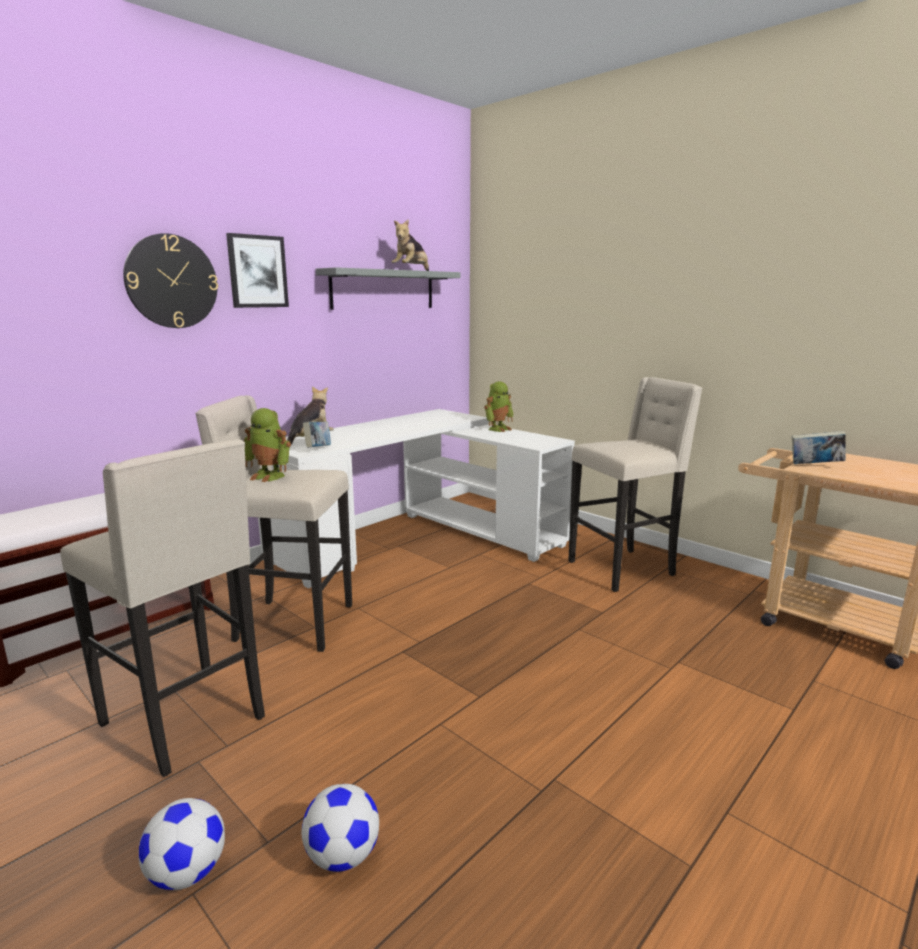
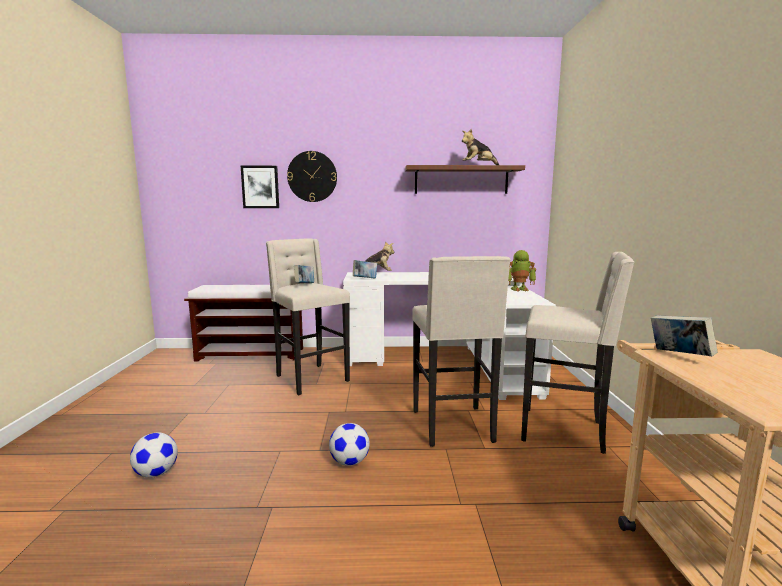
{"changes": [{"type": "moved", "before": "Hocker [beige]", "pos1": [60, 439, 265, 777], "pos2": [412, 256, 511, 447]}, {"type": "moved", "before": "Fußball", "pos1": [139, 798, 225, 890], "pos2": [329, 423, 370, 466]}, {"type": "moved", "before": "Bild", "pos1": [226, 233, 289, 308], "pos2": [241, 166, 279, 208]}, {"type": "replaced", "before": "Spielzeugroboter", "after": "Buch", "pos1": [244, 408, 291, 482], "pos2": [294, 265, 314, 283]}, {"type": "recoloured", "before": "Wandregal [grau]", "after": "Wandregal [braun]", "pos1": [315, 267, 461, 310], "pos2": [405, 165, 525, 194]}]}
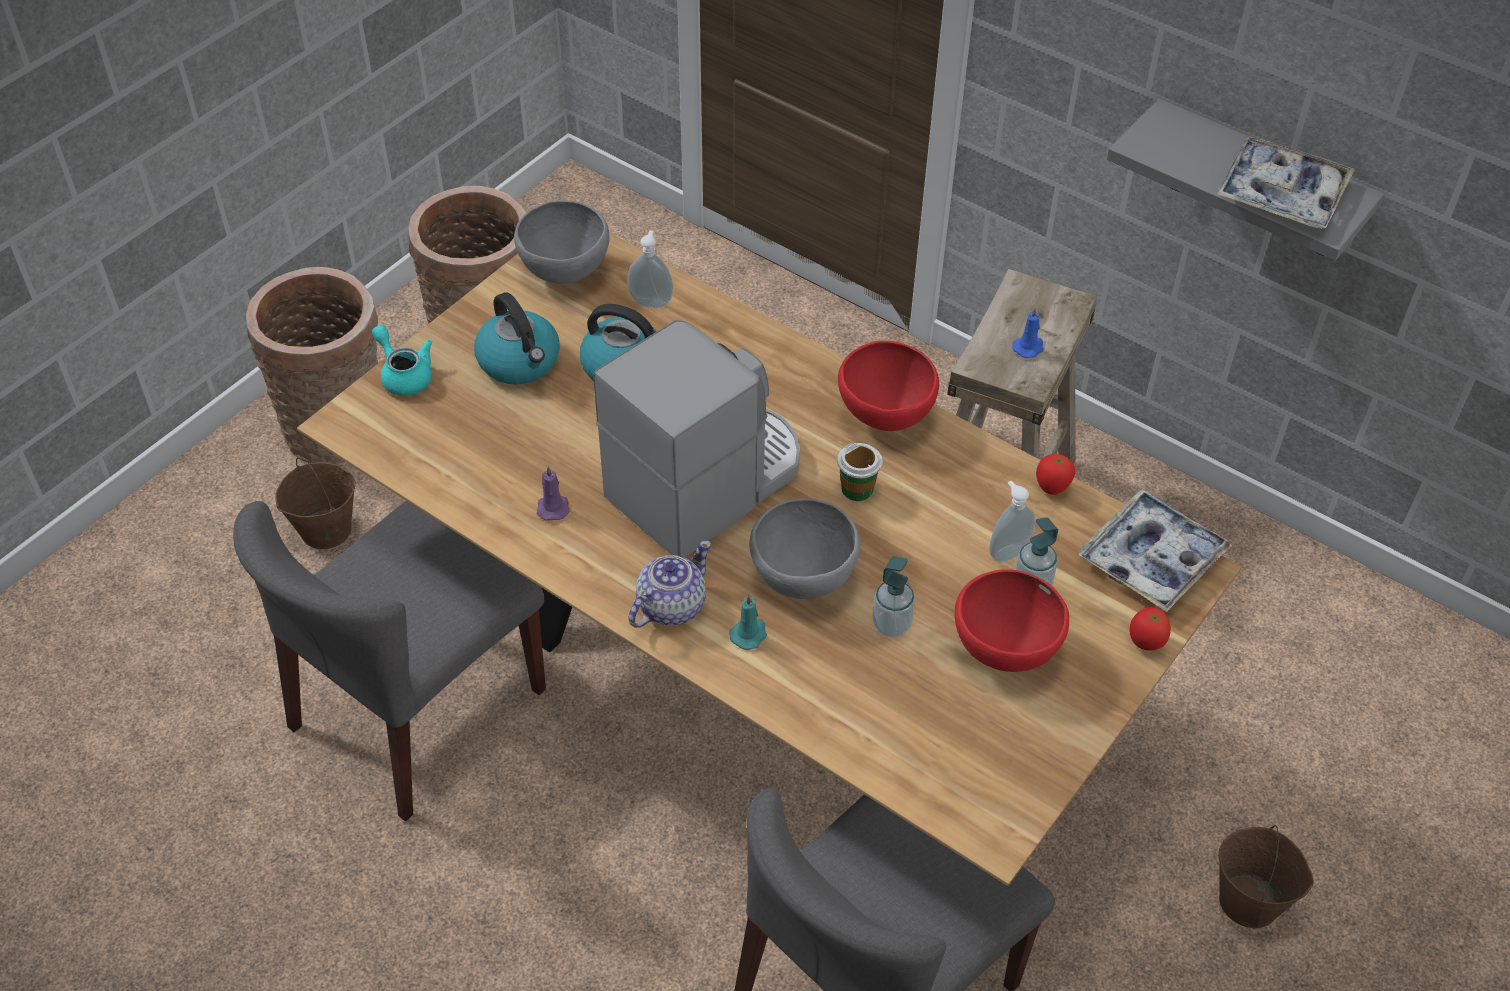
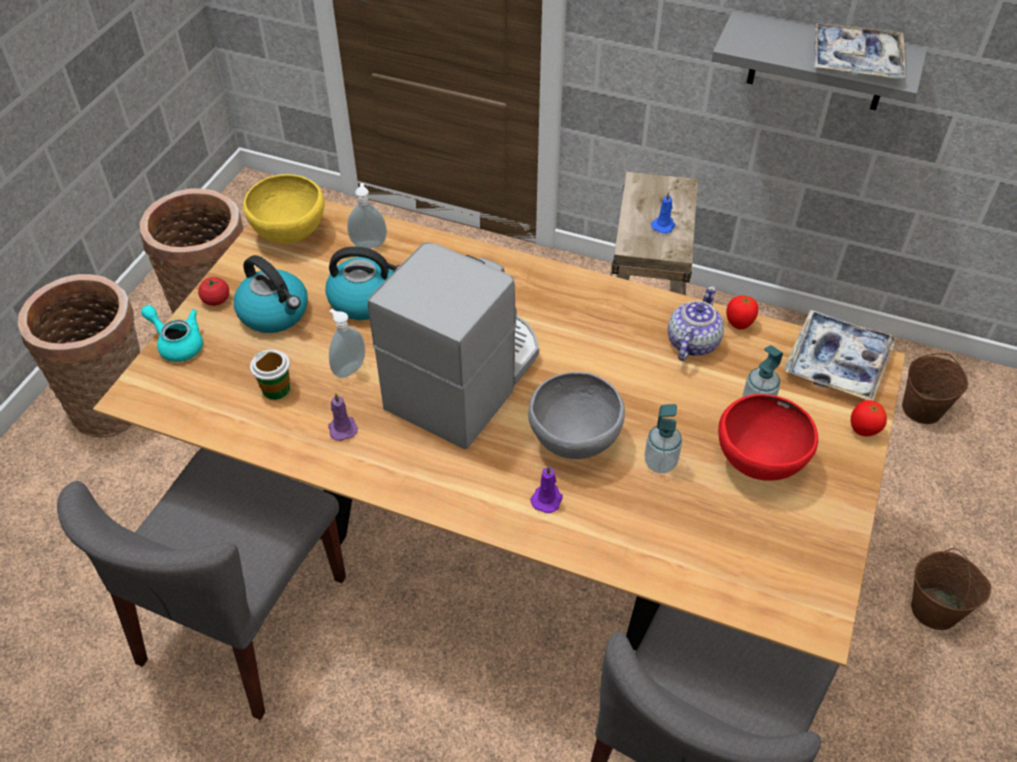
{"changes": [{"type": "removed", "before": "Schüssel [rot]", "pos1": [838, 341, 939, 431]}, {"type": "added", "after": "Tomate", "pos2": [198, 277, 229, 306]}, {"type": "moved", "before": "Eimer [braun]", "pos1": [275, 457, 356, 549], "pos2": [902, 353, 969, 424]}, {"type": "moved", "before": "Teekanne", "pos1": [628, 540, 711, 628], "pos2": [668, 286, 724, 361]}, {"type": "moved", "before": "Tasse", "pos1": [837, 443, 882, 501], "pos2": [250, 350, 290, 400]}, {"type": "moved", "before": "Seifenspender", "pos1": [989, 481, 1035, 562], "pos2": [329, 309, 365, 378]}, {"type": "recoloured", "before": "Schüssel [grau]", "after": "Schüssel [gelb]", "pos1": [514, 200, 610, 284], "pos2": [243, 174, 325, 244]}, {"type": "recoloured", "before": "Kerze [türkis]", "after": "Kerze [lila]", "pos1": [729, 594, 767, 650], "pos2": [530, 465, 563, 513]}]}
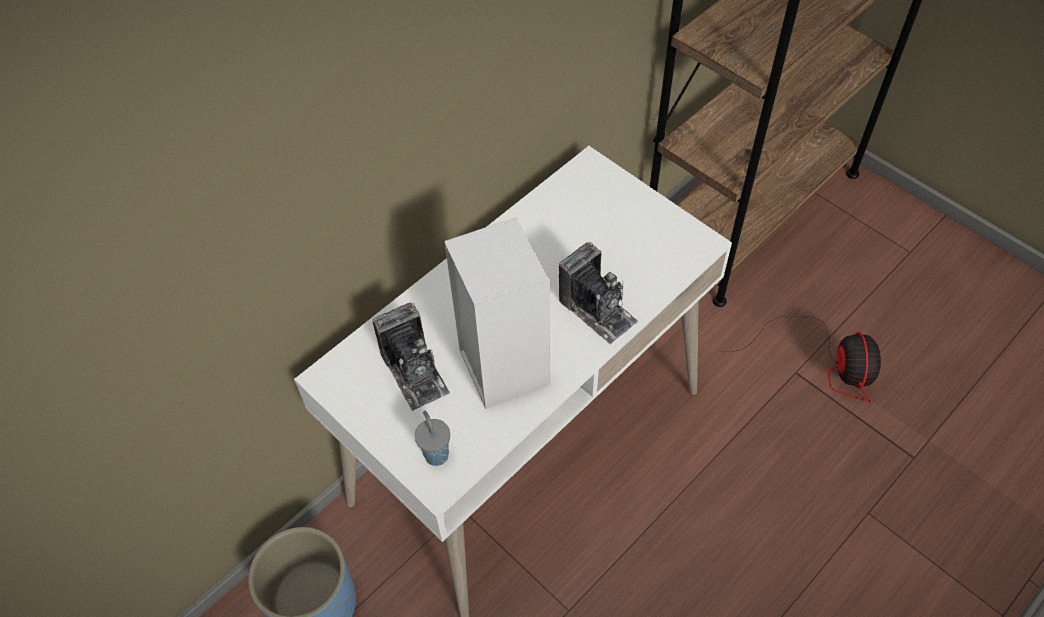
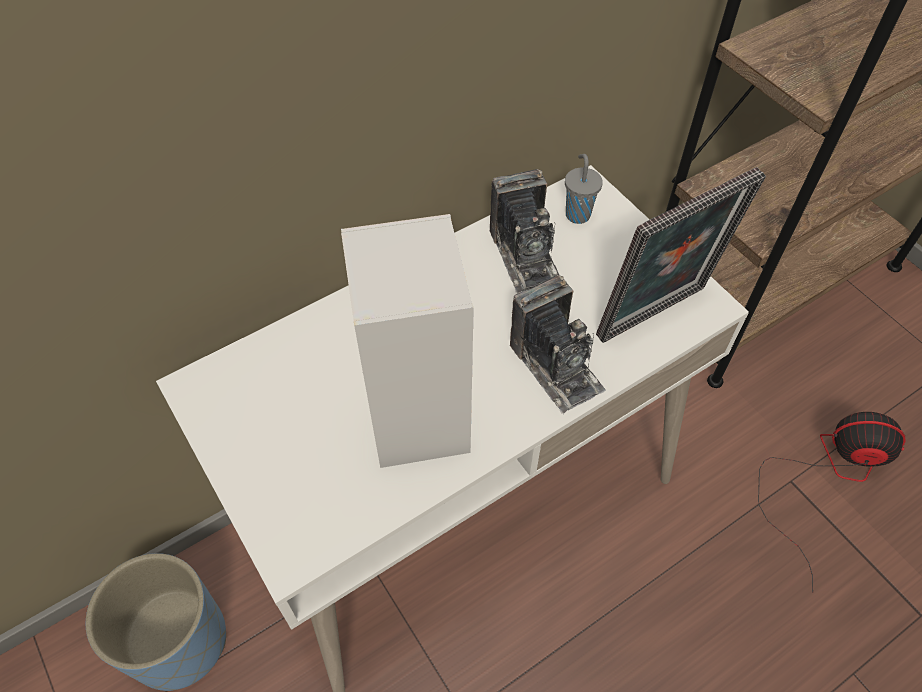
{"changes": [{"type": "added", "after": "Bilderrahmen", "pos2": [596, 167, 766, 343]}, {"type": "moved", "before": "Kamera", "pos1": [373, 302, 450, 411], "pos2": [490, 169, 560, 293]}, {"type": "moved", "before": "Tasse [grau]", "pos1": [415, 411, 450, 466], "pos2": [565, 154, 603, 224]}, {"type": "turned", "before": "Ventilator", "pos1": [719, 316, 881, 402], "pos2": [758, 412, 906, 593], "turn": -90}]}
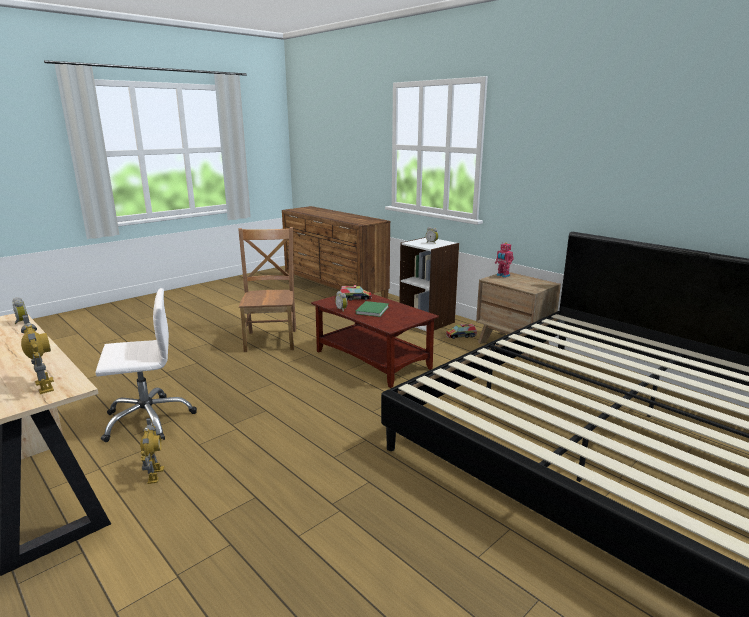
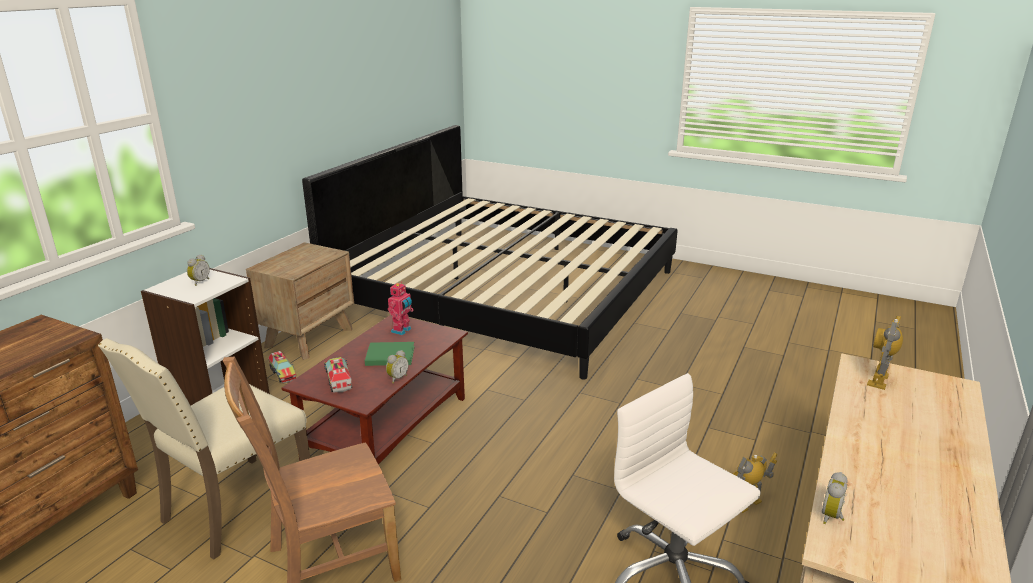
{"changes": [{"type": "added", "after": "Stuhl [beige]", "pos2": [98, 338, 310, 560]}, {"type": "moved", "before": "Spielzeugroboter", "pos1": [495, 242, 514, 278], "pos2": [388, 282, 413, 335]}]}
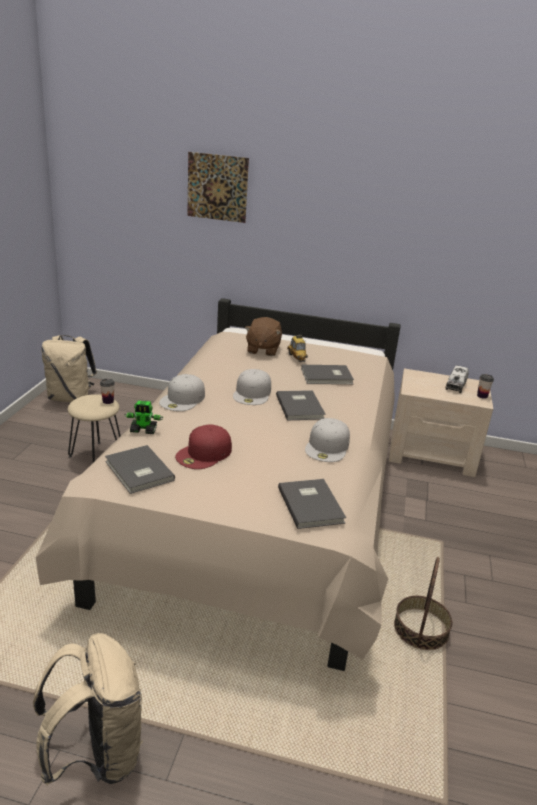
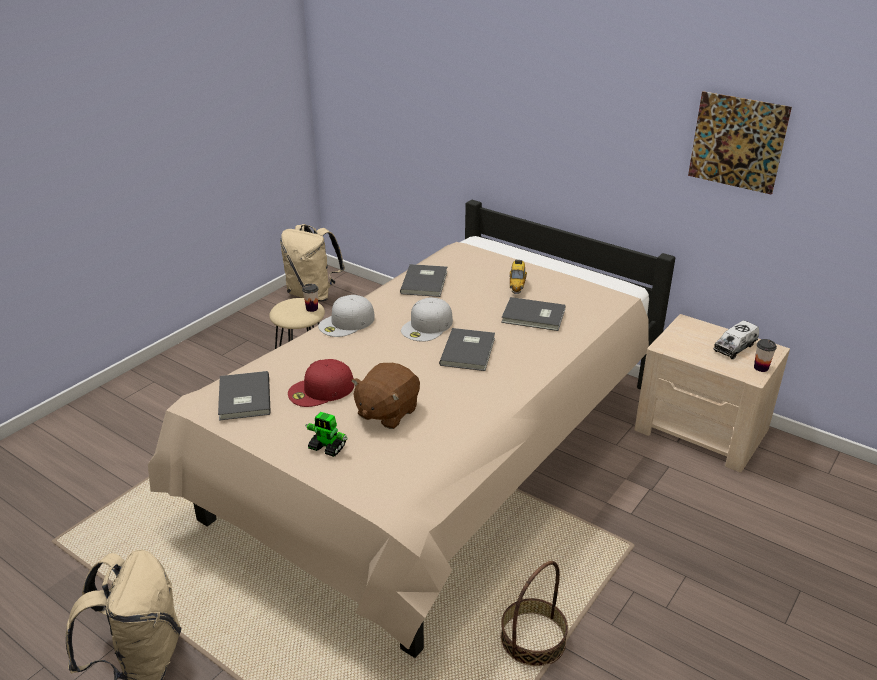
{"changes": [{"type": "removed", "before": "Kappe [weiß]", "pos1": [305, 418, 350, 462]}, {"type": "moved", "before": "Spielzeugroboter", "pos1": [124, 401, 163, 434], "pos2": [306, 412, 348, 457]}, {"type": "moved", "before": "Bild", "pos1": [187, 152, 249, 223], "pos2": [688, 91, 792, 195]}, {"type": "moved", "before": "Plüschtier [braun]", "pos1": [245, 317, 282, 356], "pos2": [351, 363, 420, 429]}, {"type": "moved", "before": "Buch [grau]", "pos1": [278, 479, 346, 529], "pos2": [400, 264, 447, 297]}]}
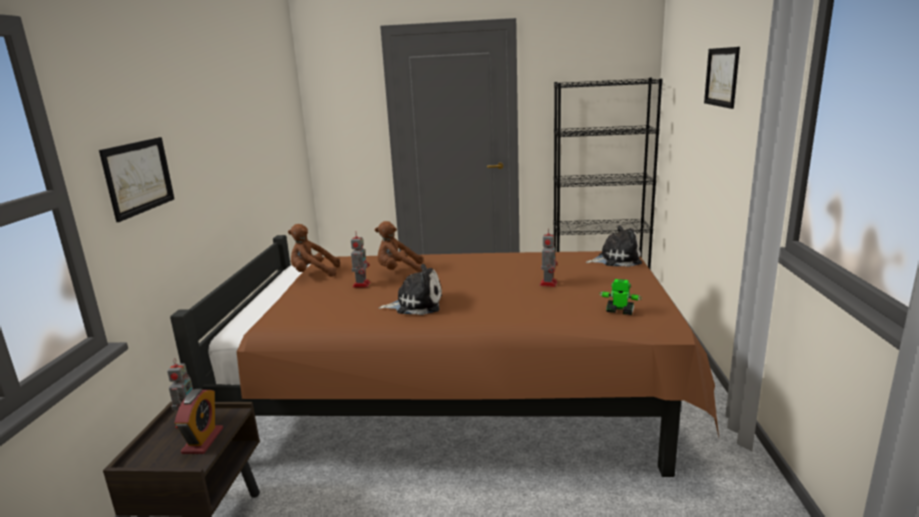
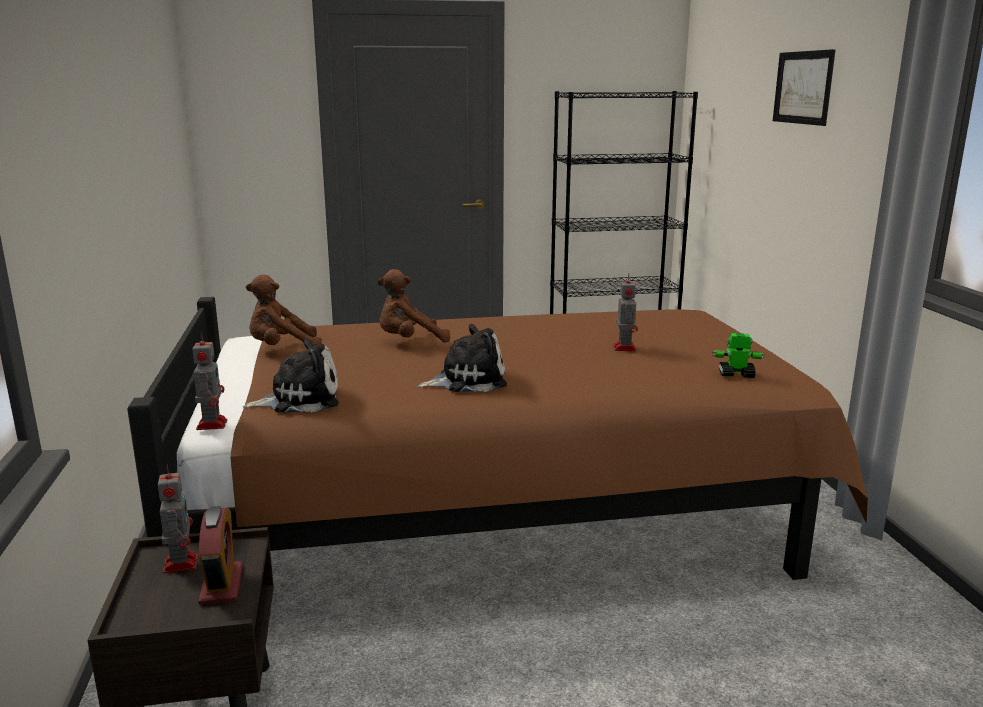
{"changes": [{"type": "removed", "before": "Bild", "pos1": [99, 137, 174, 222]}, {"type": "moved", "before": "Spielzeugroboter", "pos1": [351, 232, 370, 287], "pos2": [192, 333, 227, 430]}, {"type": "moved", "before": "Plüschtier", "pos1": [586, 226, 642, 267], "pos2": [243, 339, 339, 412]}]}
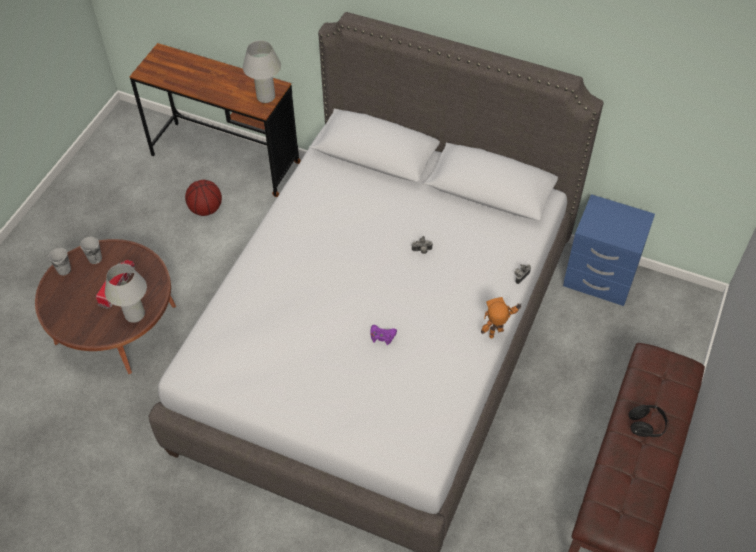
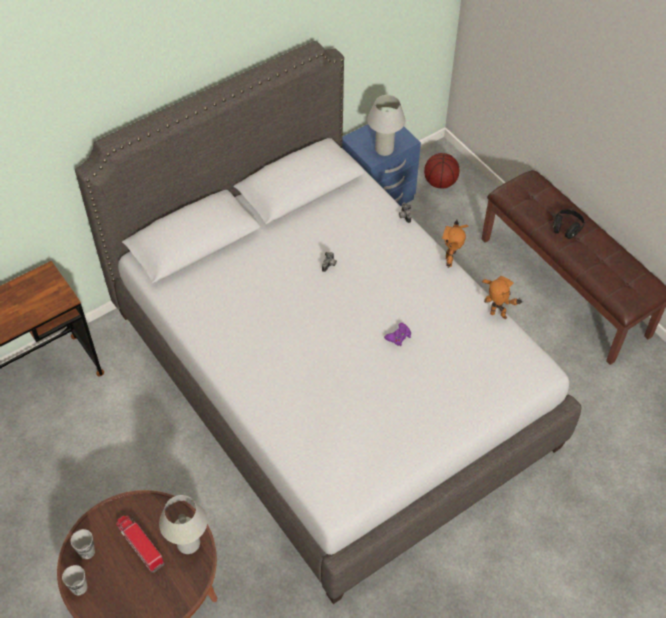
{"changes": [{"type": "added", "after": "Spielzeugroboter", "pos2": [482, 276, 522, 319]}, {"type": "moved", "before": "Basketball", "pos1": [185, 180, 222, 216], "pos2": [424, 153, 459, 189]}, {"type": "moved", "before": "Tischlampe [weiß]", "pos1": [243, 40, 281, 103], "pos2": [367, 95, 405, 156]}]}
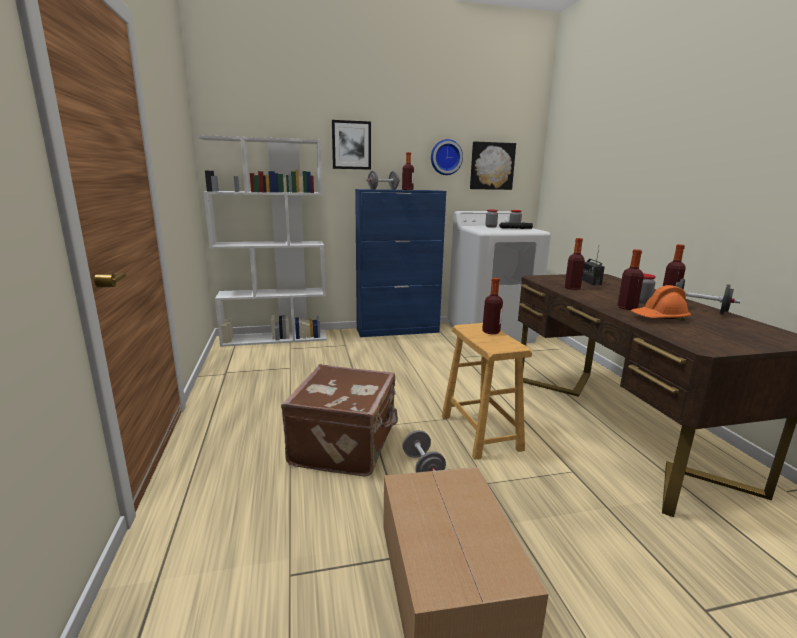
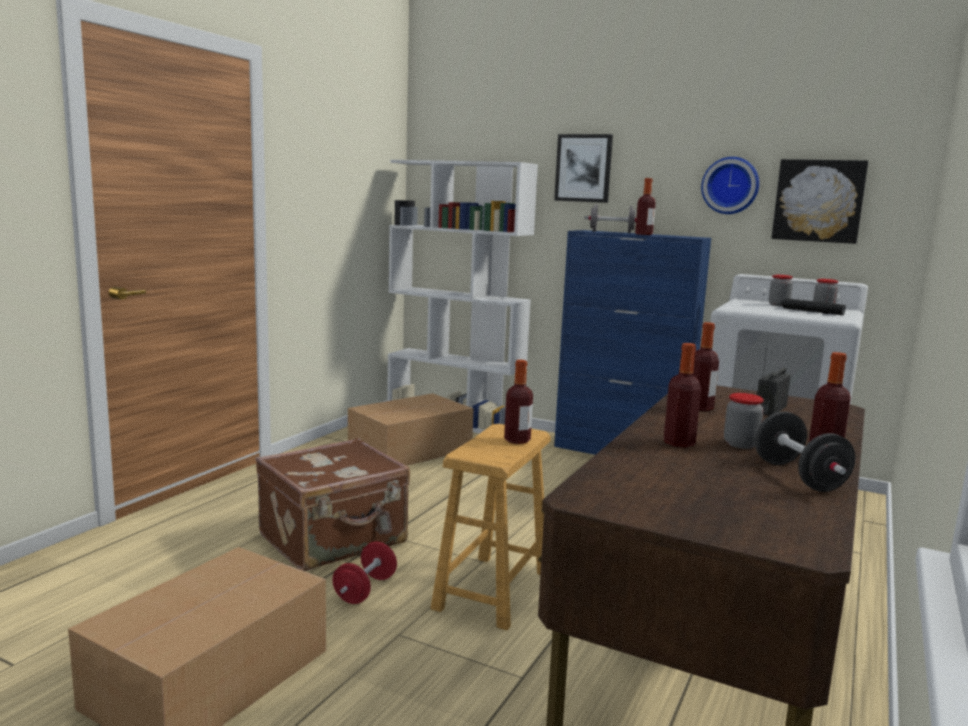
{"changes": [{"type": "removed", "before": "Schutzhelm [orange]", "pos1": [631, 285, 691, 321]}, {"type": "added", "after": "Karton", "pos2": [348, 394, 474, 466]}, {"type": "recoloured", "before": "Hantel [grau]", "after": "Hantel [rot]", "pos1": [402, 430, 446, 473], "pos2": [333, 541, 397, 604]}]}
